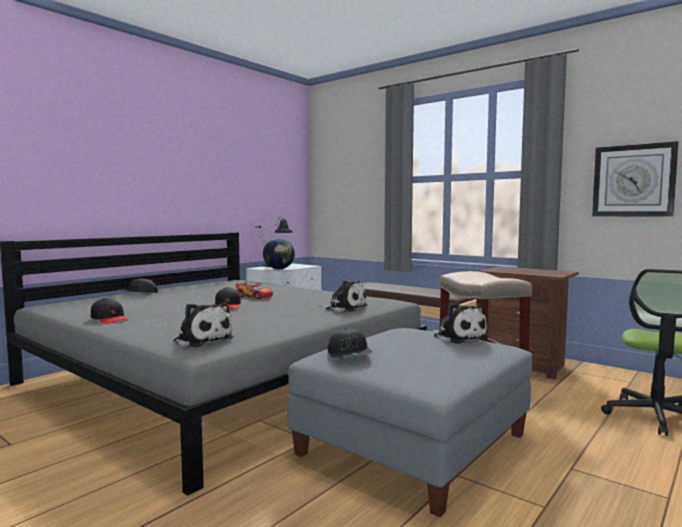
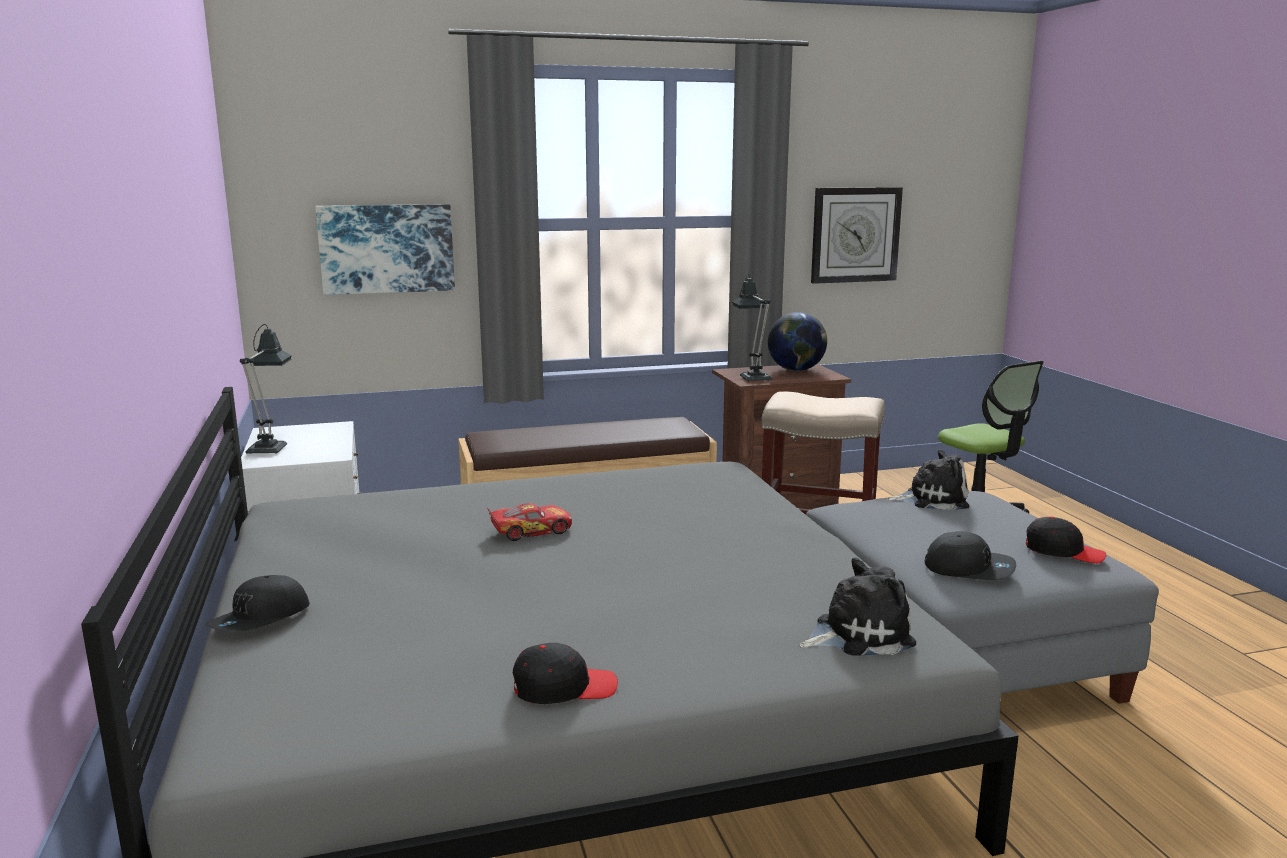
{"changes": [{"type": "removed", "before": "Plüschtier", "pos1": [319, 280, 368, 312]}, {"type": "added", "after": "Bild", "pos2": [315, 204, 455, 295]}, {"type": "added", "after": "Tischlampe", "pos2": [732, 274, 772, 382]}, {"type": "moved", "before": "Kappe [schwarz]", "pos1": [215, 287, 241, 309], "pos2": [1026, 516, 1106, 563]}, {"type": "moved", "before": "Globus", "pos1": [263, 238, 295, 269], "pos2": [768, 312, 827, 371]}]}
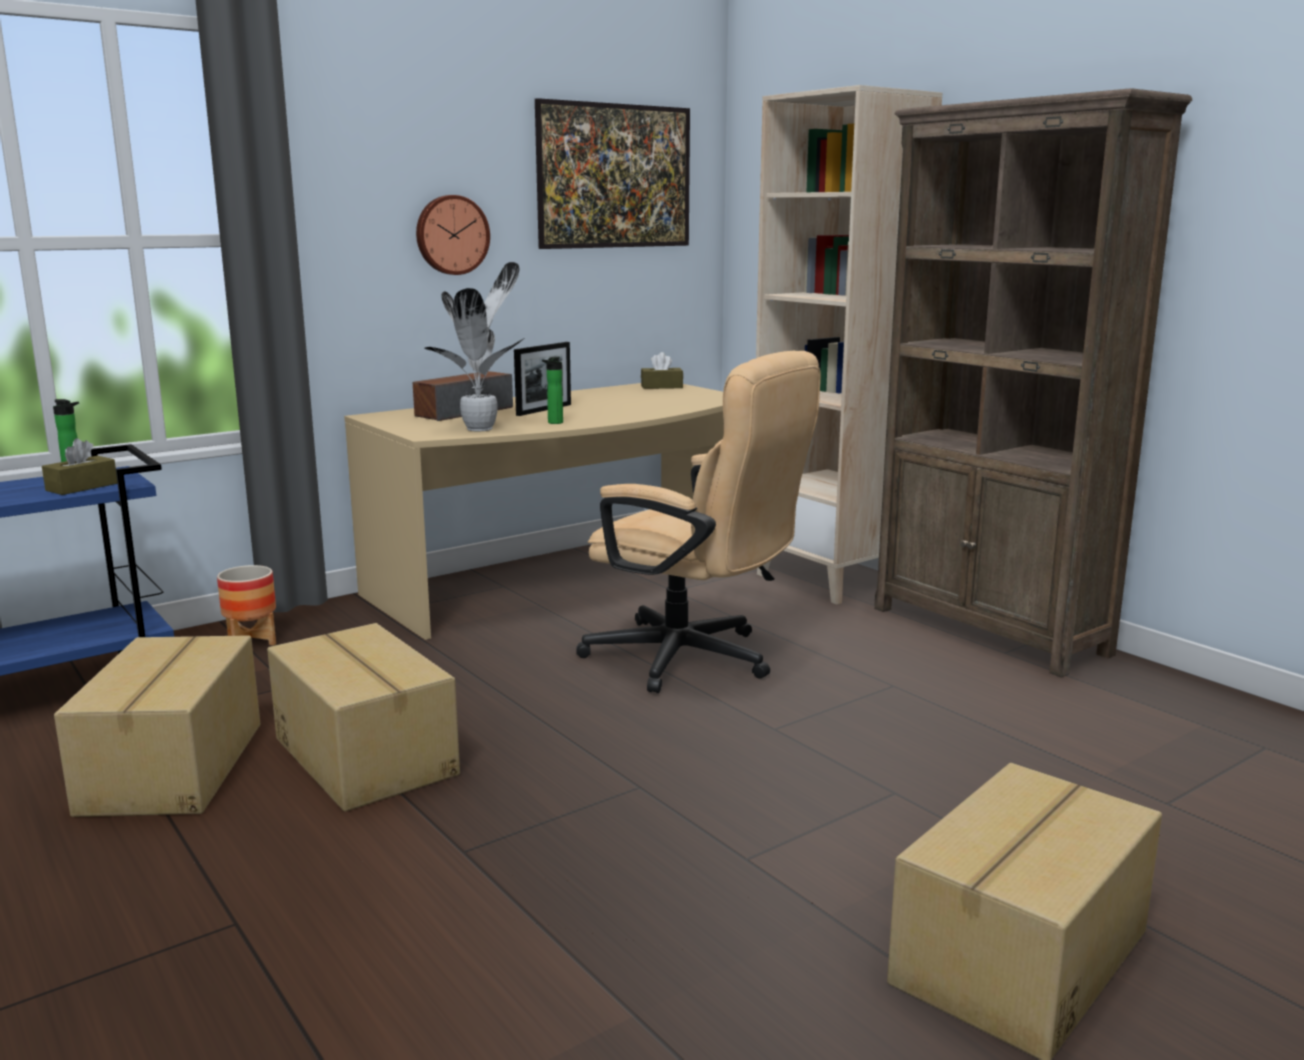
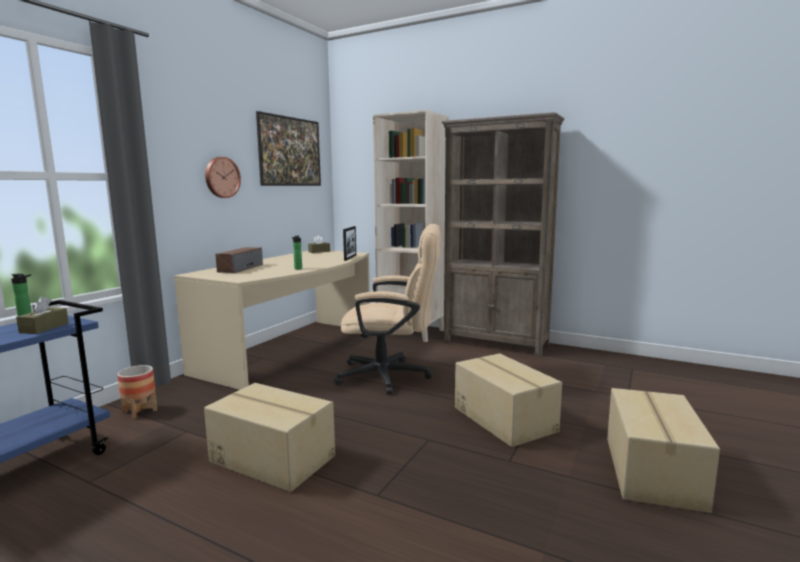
{"changes": [{"type": "removed", "before": "Topfpflanze", "pos1": [424, 262, 525, 431]}, {"type": "moved", "before": "Karton", "pos1": [54, 635, 261, 817], "pos2": [455, 353, 562, 447]}, {"type": "moved", "before": "Bilderrahmen", "pos1": [514, 342, 571, 416], "pos2": [343, 226, 356, 261]}]}
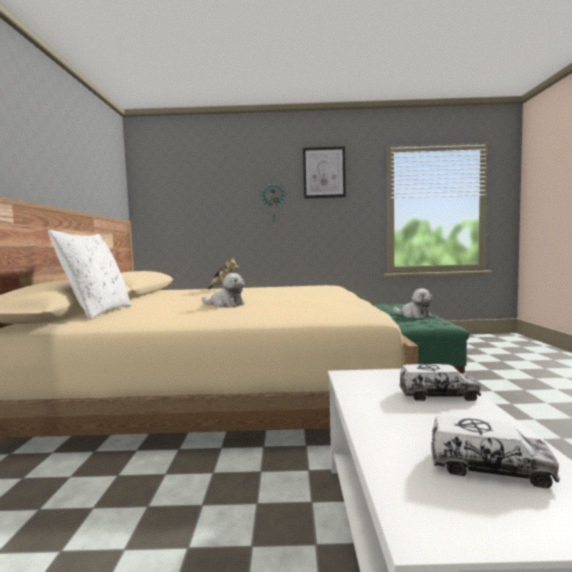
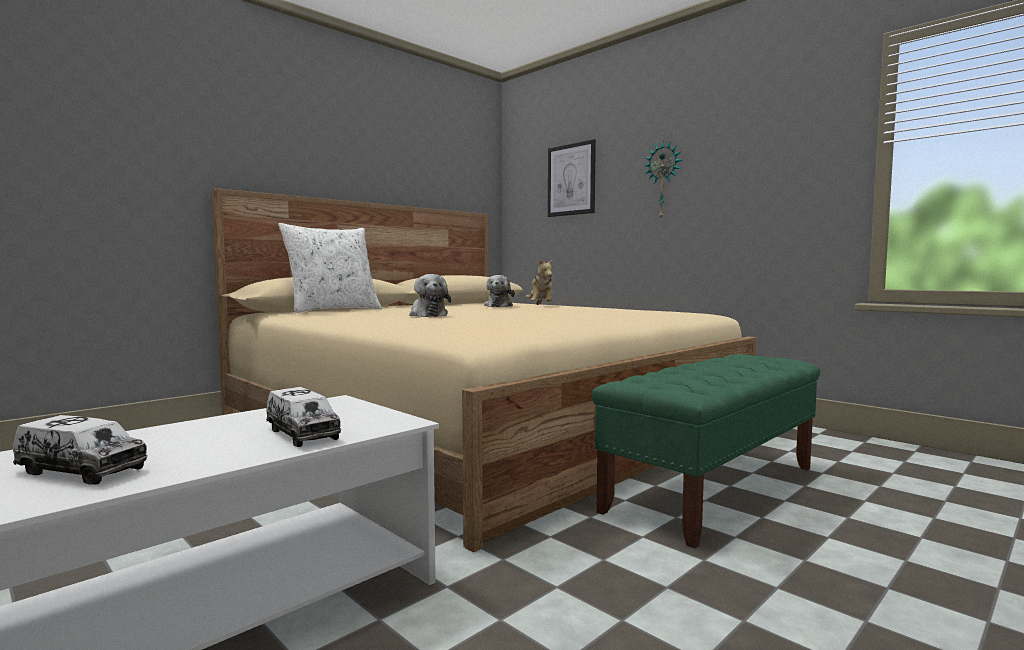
{"changes": [{"type": "moved", "before": "Bild", "pos1": [303, 146, 346, 199], "pos2": [548, 139, 596, 217]}, {"type": "moved", "before": "Plüschtier", "pos1": [393, 289, 432, 318], "pos2": [484, 275, 515, 307]}, {"type": "turned", "before": "Spielzeuglaster", "pos1": [431, 416, 560, 488], "pos2": [13, 415, 148, 485], "turn": -45}]}
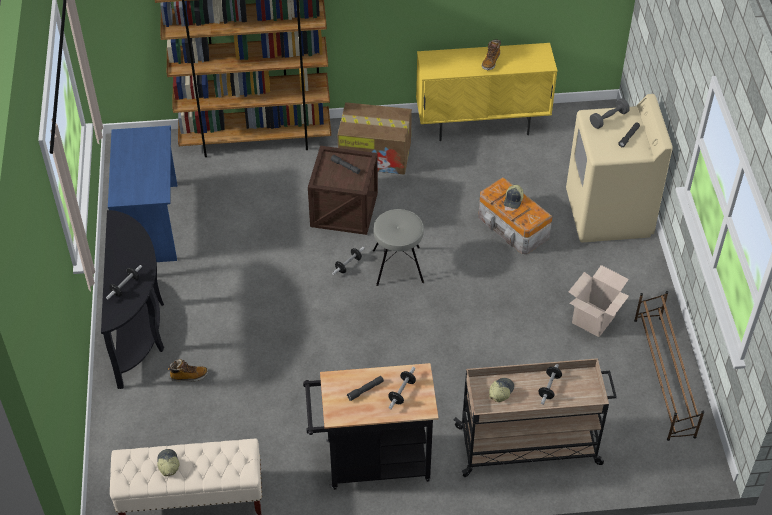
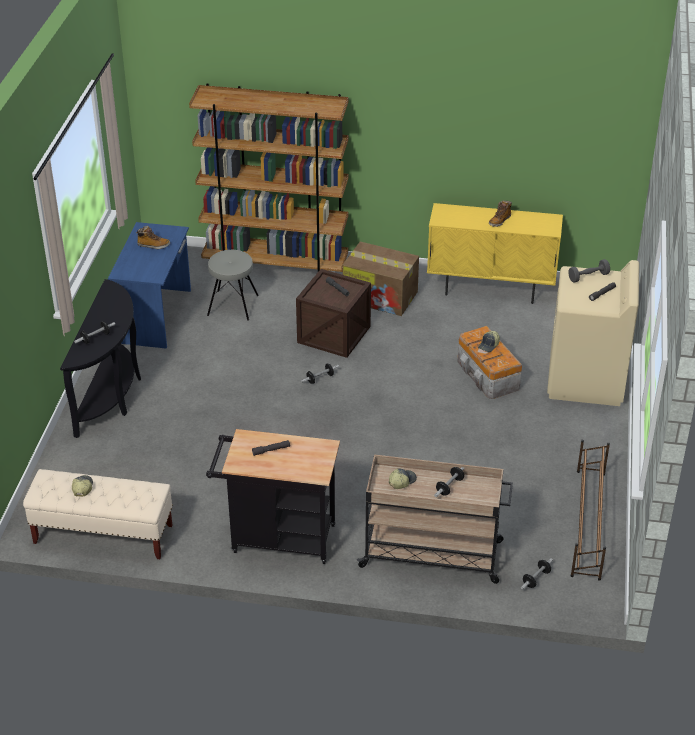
{"changes": [{"type": "removed", "before": "Karton", "pos1": [569, 265, 629, 337]}, {"type": "moved", "before": "Stiefel", "pos1": [168, 359, 208, 381], "pos2": [136, 226, 170, 249]}, {"type": "moved", "before": "Hocker [grau]", "pos1": [373, 209, 424, 286], "pos2": [207, 250, 259, 321]}, {"type": "moved", "before": "Hantel", "pos1": [388, 367, 416, 409], "pos2": [521, 558, 553, 590]}]}
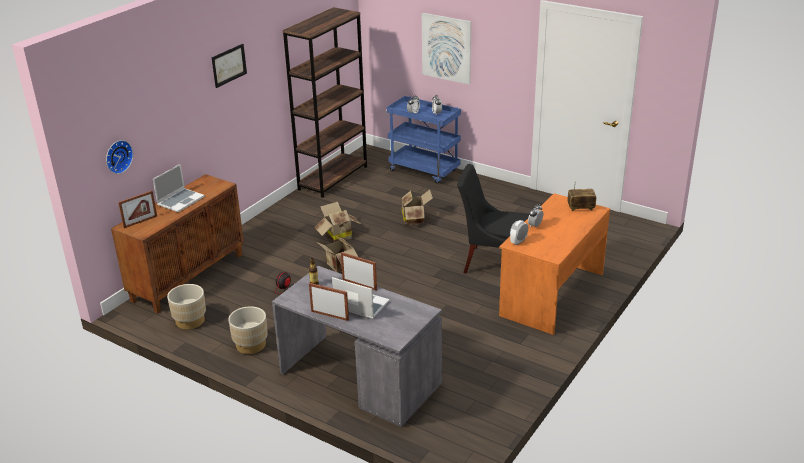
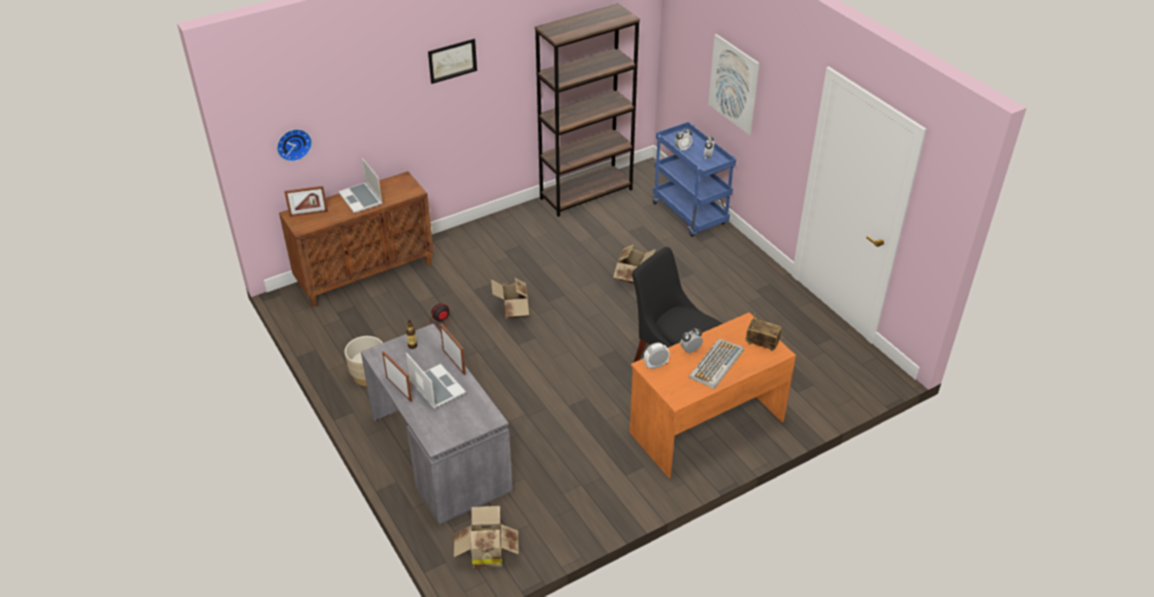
{"changes": [{"type": "removed", "before": "Pflanzkübel [beige]", "pos1": [167, 284, 206, 330]}, {"type": "added", "after": "Tastatur", "pos2": [689, 338, 744, 389]}, {"type": "moved", "before": "Karton", "pos1": [314, 202, 361, 242], "pos2": [454, 506, 519, 568]}, {"type": "turned", "before": "Laptop", "pos1": [153, 164, 204, 212], "pos2": [338, 158, 383, 213], "turn": 90}]}
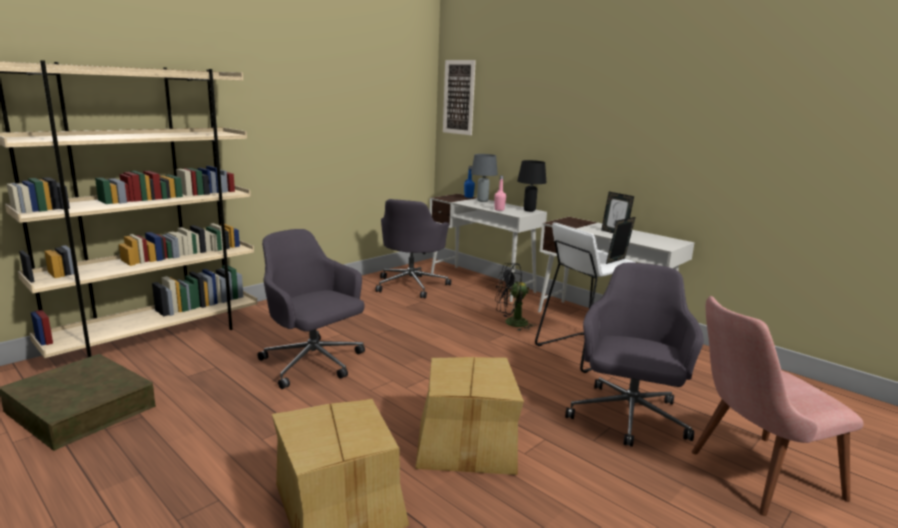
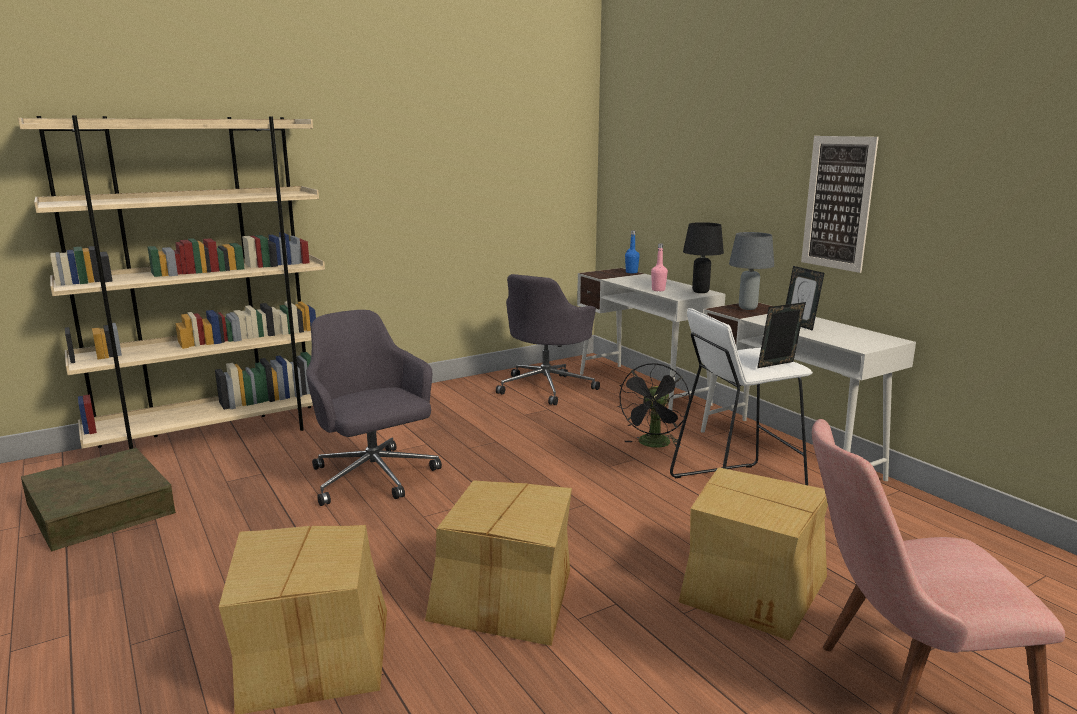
{"changes": [{"type": "moved", "before": "Bild", "pos1": [443, 60, 476, 135], "pos2": [801, 136, 879, 273]}, {"type": "moved", "before": "Tischlampe [grau]", "pos1": [471, 154, 498, 202], "pos2": [729, 232, 774, 310]}, {"type": "replaced", "before": "Bürostuhl [grau]", "after": "Karton", "pos1": [565, 262, 704, 447], "pos2": [679, 467, 828, 641]}, {"type": "turned", "before": "Ventilator [schwarz]", "pos1": [495, 263, 534, 331], "pos2": [617, 363, 690, 448], "turn": -75}]}
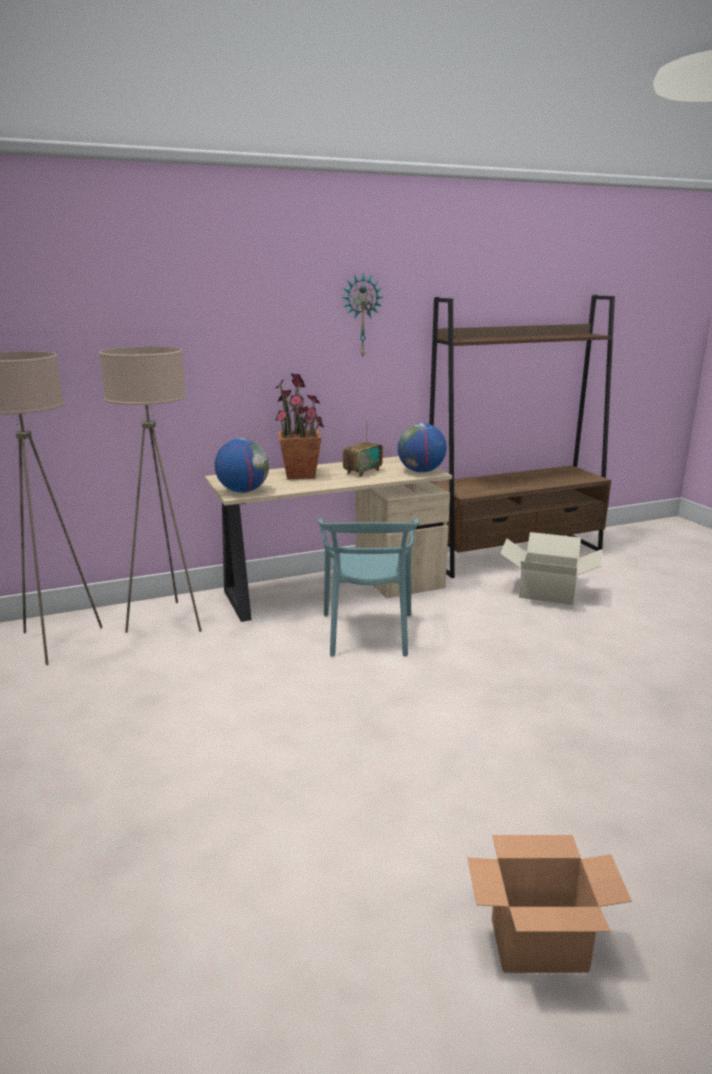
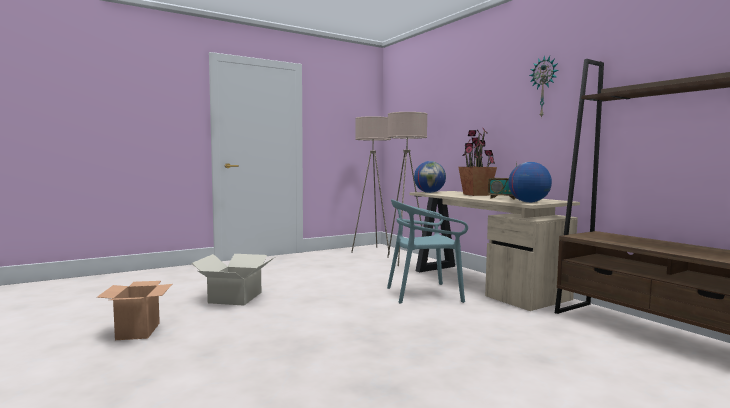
{"changes": [{"type": "moved", "before": "Karton", "pos1": [500, 532, 602, 605], "pos2": [192, 254, 275, 305]}]}
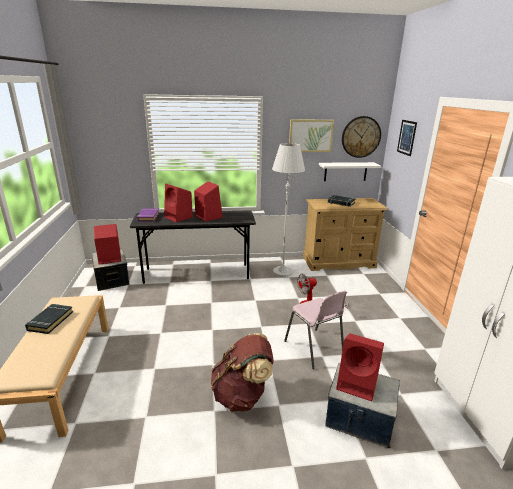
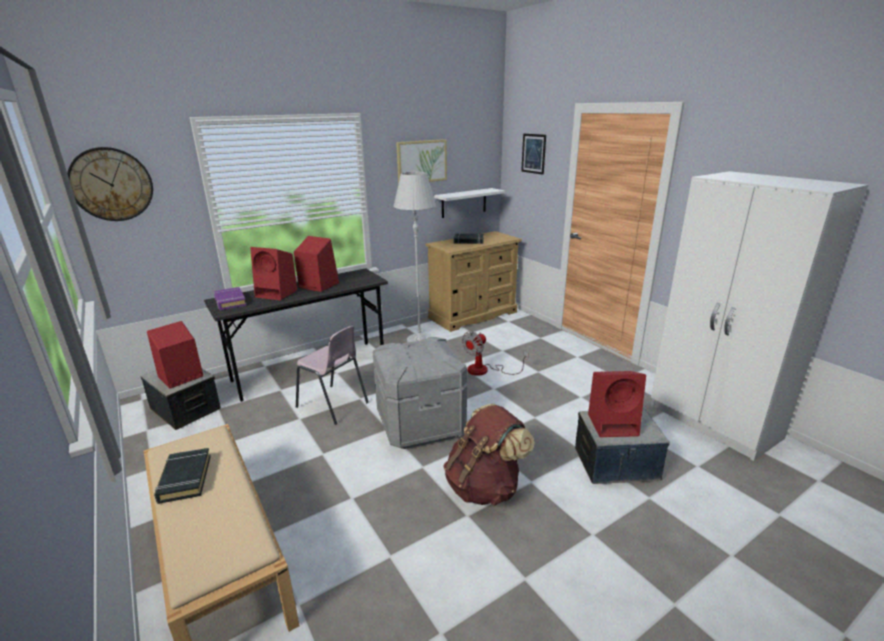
{"changes": [{"type": "added", "after": "Aufbewahrungsbox [grau]", "pos2": [373, 337, 467, 449]}, {"type": "moved", "before": "Stuhl [rosa]", "pos1": [284, 291, 347, 369], "pos2": [296, 326, 369, 425]}, {"type": "moved", "before": "Wanduhr", "pos1": [342, 116, 381, 158], "pos2": [67, 147, 153, 221]}]}
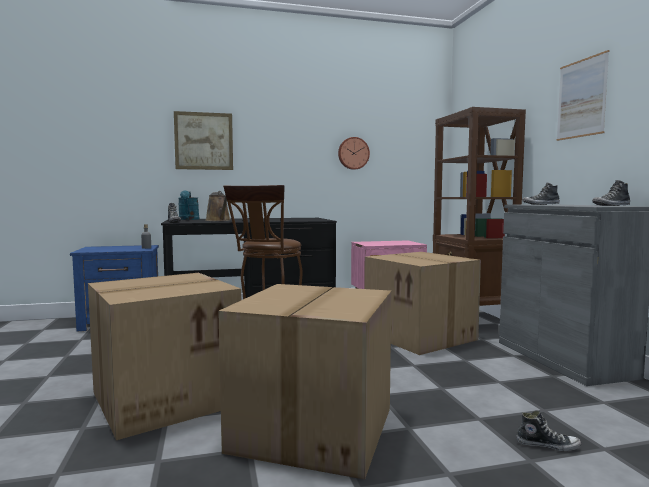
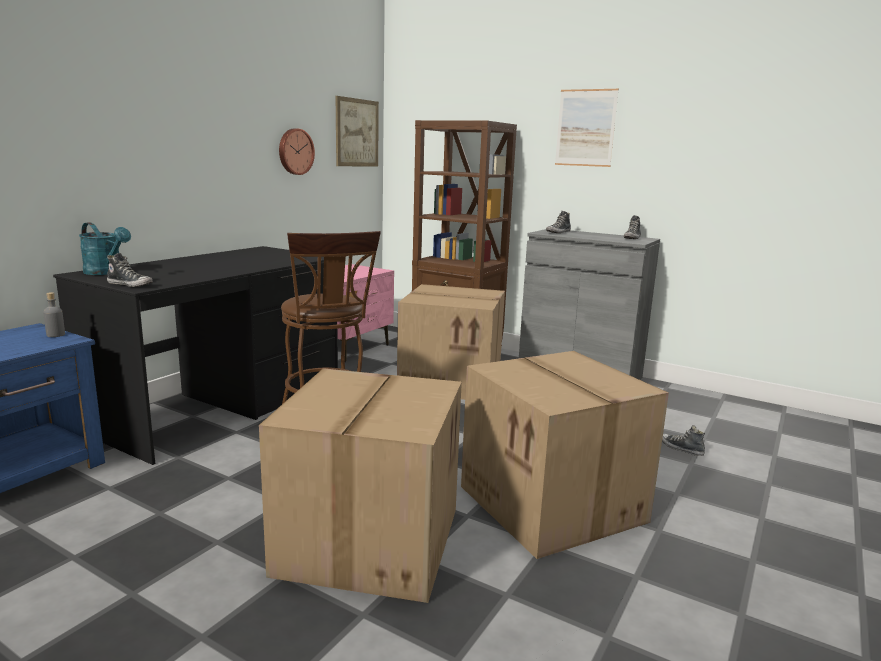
{"changes": [{"type": "removed", "before": "Gießkanne [braun]", "pos1": [206, 191, 231, 221]}, {"type": "moved", "before": "Bild", "pos1": [174, 111, 233, 170], "pos2": [336, 96, 379, 167]}, {"type": "turned", "before": "Schuh", "pos1": [516, 411, 581, 452], "pos2": [662, 425, 705, 456], "turn": -105}]}
